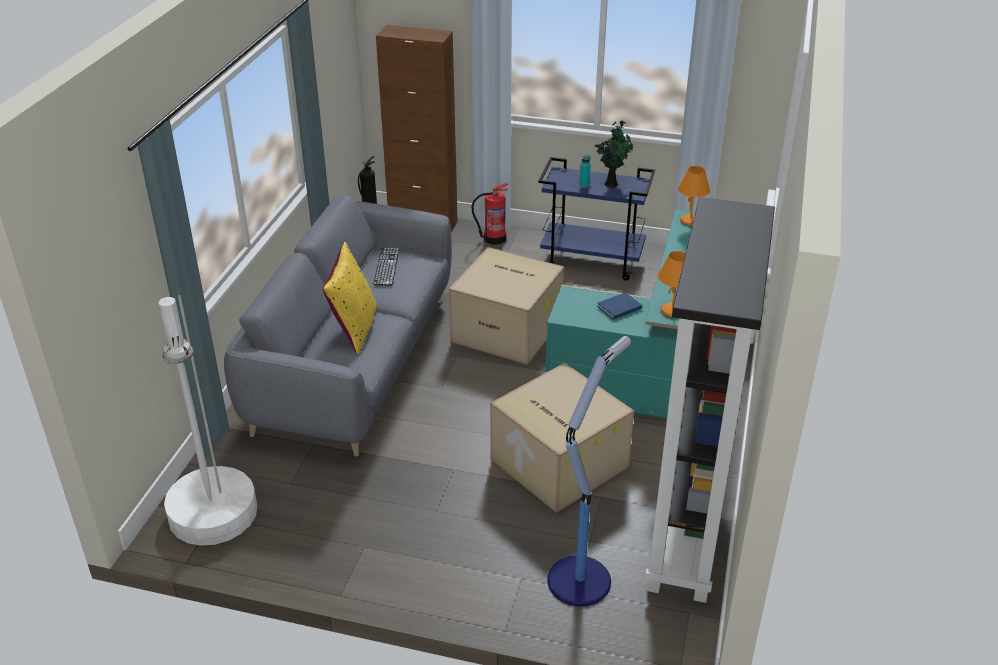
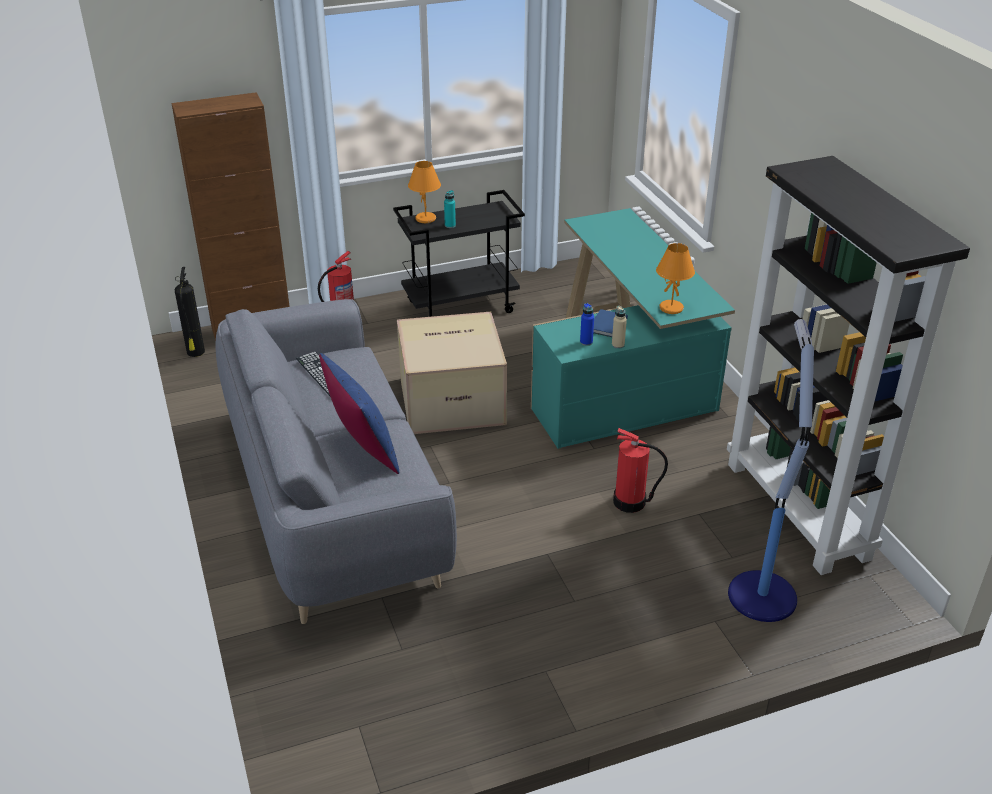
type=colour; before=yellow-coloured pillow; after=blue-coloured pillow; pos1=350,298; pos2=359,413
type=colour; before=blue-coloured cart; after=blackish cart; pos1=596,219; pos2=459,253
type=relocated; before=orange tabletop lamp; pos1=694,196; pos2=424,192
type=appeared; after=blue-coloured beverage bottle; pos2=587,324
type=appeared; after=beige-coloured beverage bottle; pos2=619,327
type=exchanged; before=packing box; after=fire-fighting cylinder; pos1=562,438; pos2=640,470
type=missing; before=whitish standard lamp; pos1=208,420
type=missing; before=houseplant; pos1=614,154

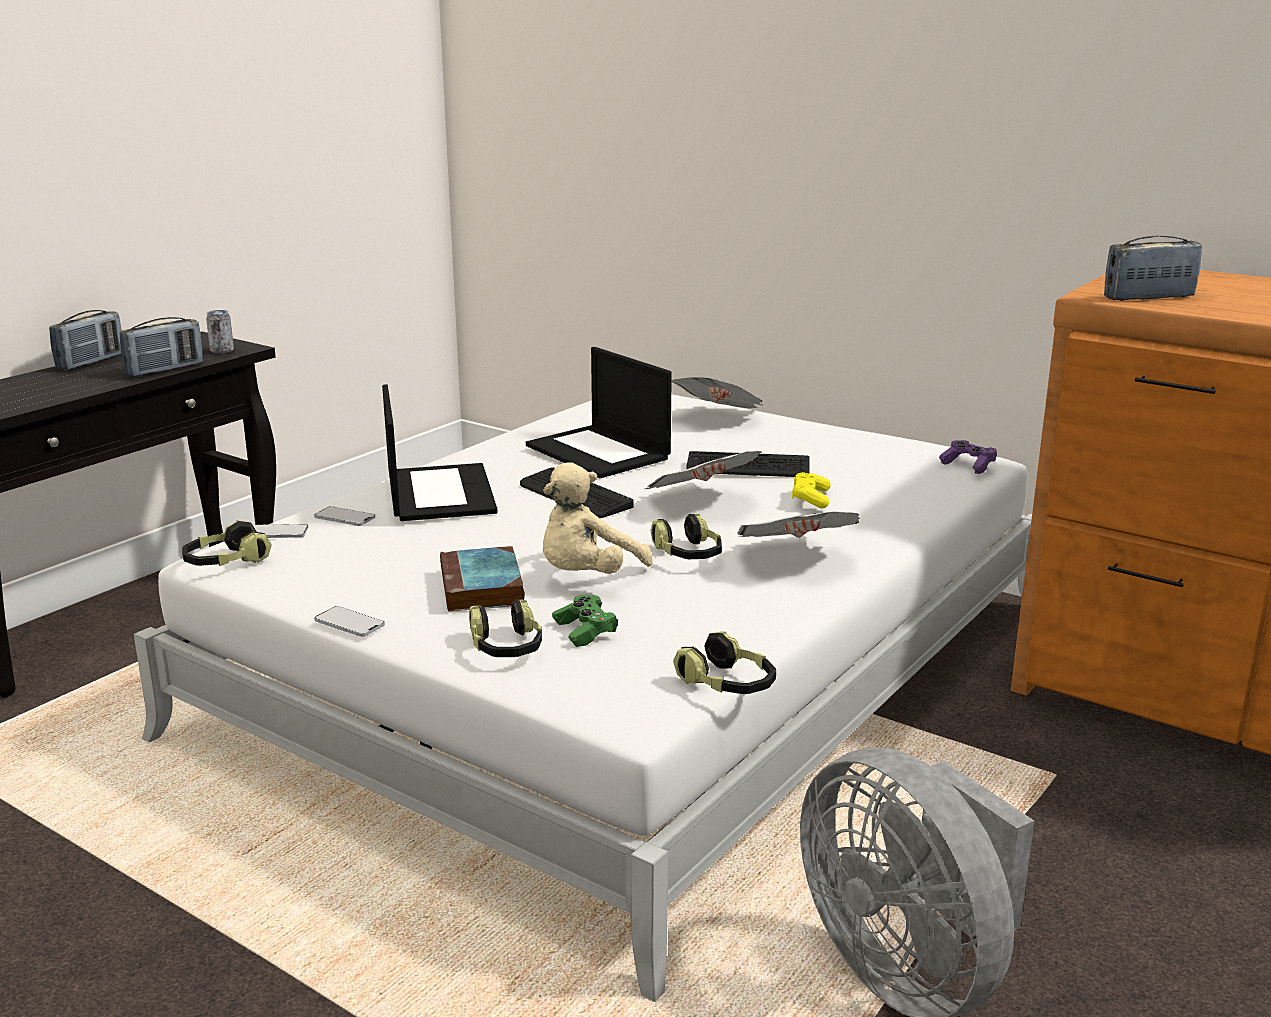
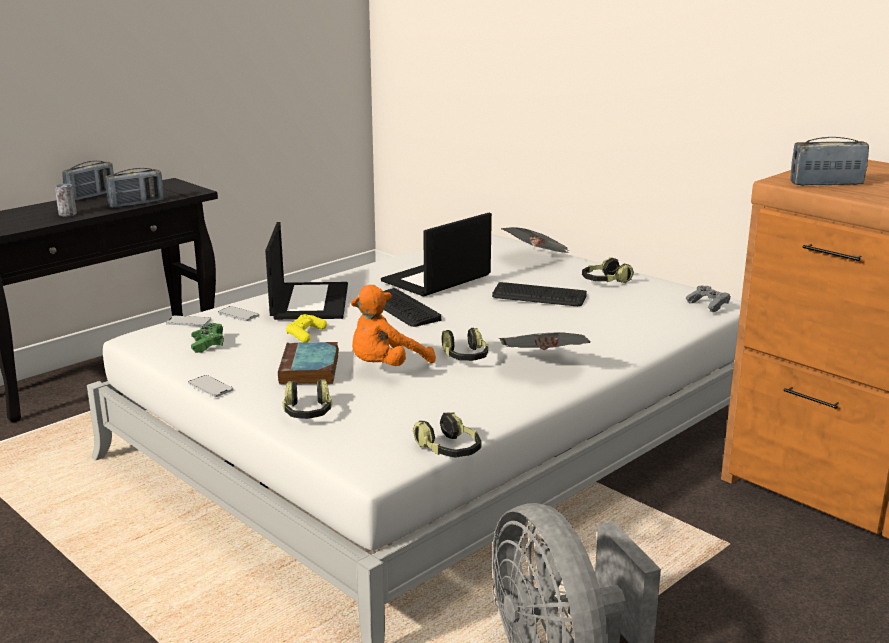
type=relocated; before=metal can; pos1=220,332; pos2=66,200
type=relocated; before=green-coloured joypad; pos1=585,621; pos2=207,338
type=relocated; before=yellow-coloured joypad; pos1=811,490; pos2=306,328
type=colour; before=beige-coloured cuddly toy; after=orange cuddly toy; pos1=598,518; pos2=393,325
type=spun; before=portable computer; pos1=599,412; pos2=436,255; turn=75
type=relocated; before=pair of headphones; pos1=227,543; pos2=608,270
type=colour; before=purplish joypad; after=grey joypad; pos1=968,457; pos2=708,299
type=missing; before=newspaper; pos1=703,470

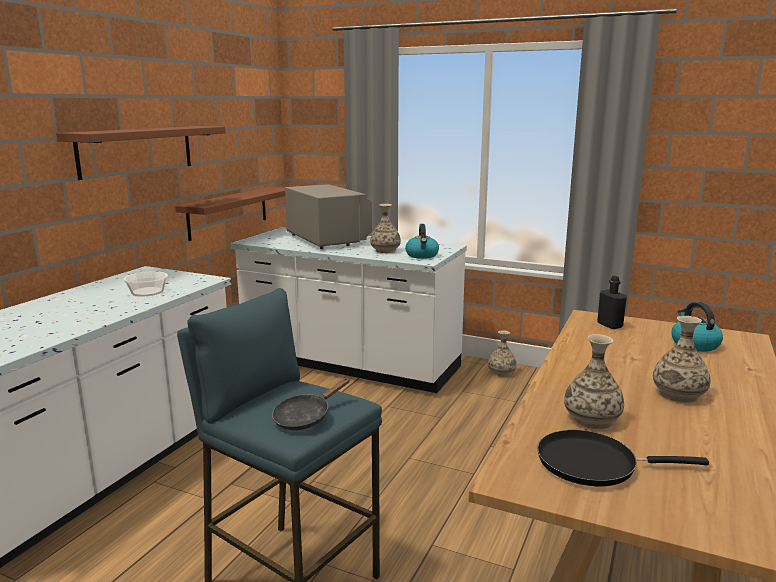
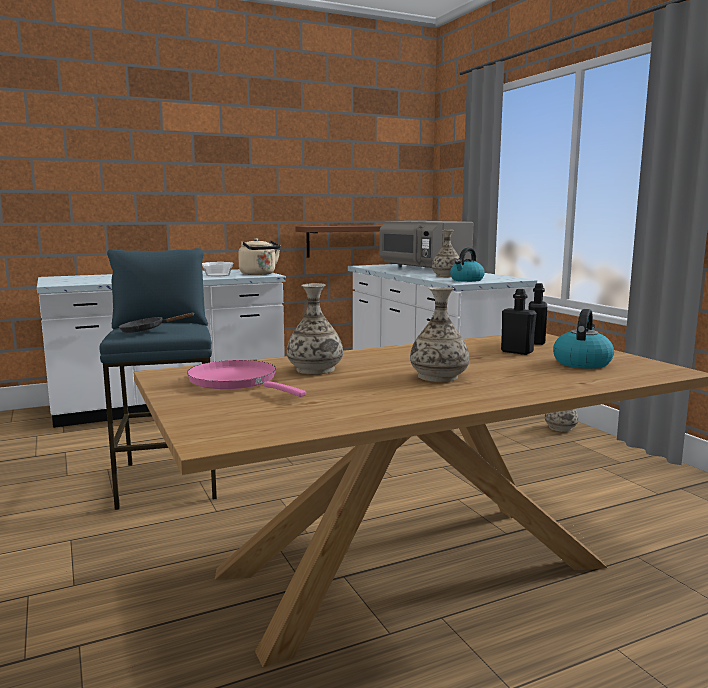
type=colour; before=blackish pan; after=pink pan; pos1=623,458; pos2=246,378
type=appeared; after=beige-coloured tea kettle; pos2=259,256
type=spun; before=grey microwave; pos1=328,216; pos2=426,244; turn=135
type=appeared; after=blackish beverage bottle; pos2=519,322
type=missing; before=brownish shelf; pos1=140,153

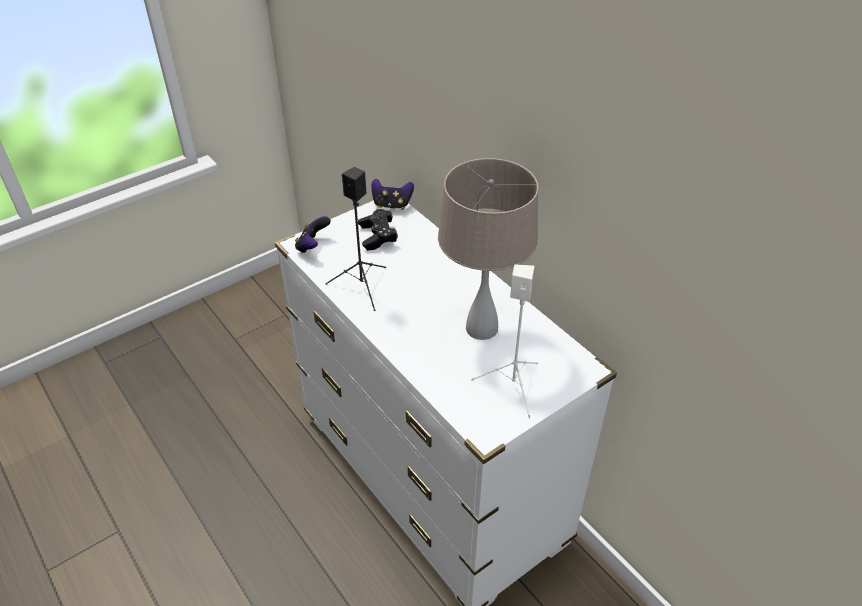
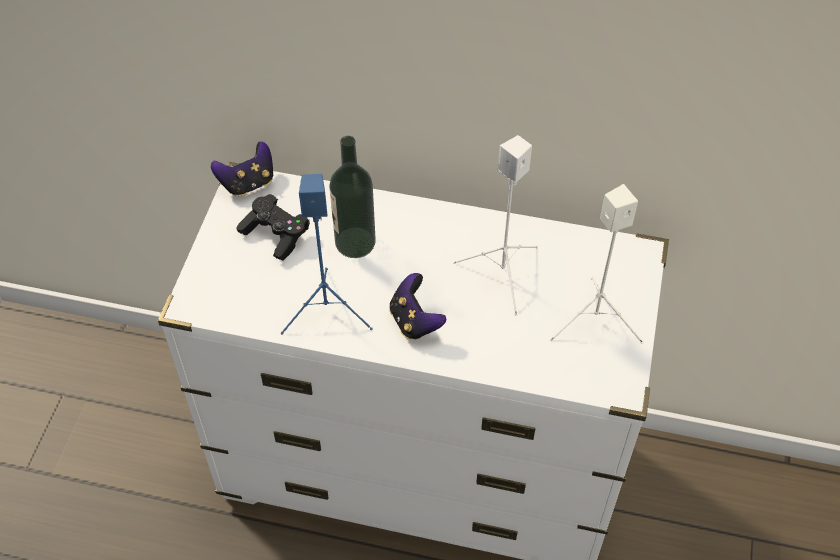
type=colour; before=blackish speaker; after=blue-coloured speaker; pos1=355,239; pos2=327,254
type=appeared; after=beverage bottle; pos2=352,197
type=relocated; before=joypad; pos1=313,234; pos2=417,306
type=exchanged; before=beige-coloured tabletop lamp; after=whitish speaker; pos1=488,249; pos2=495,225

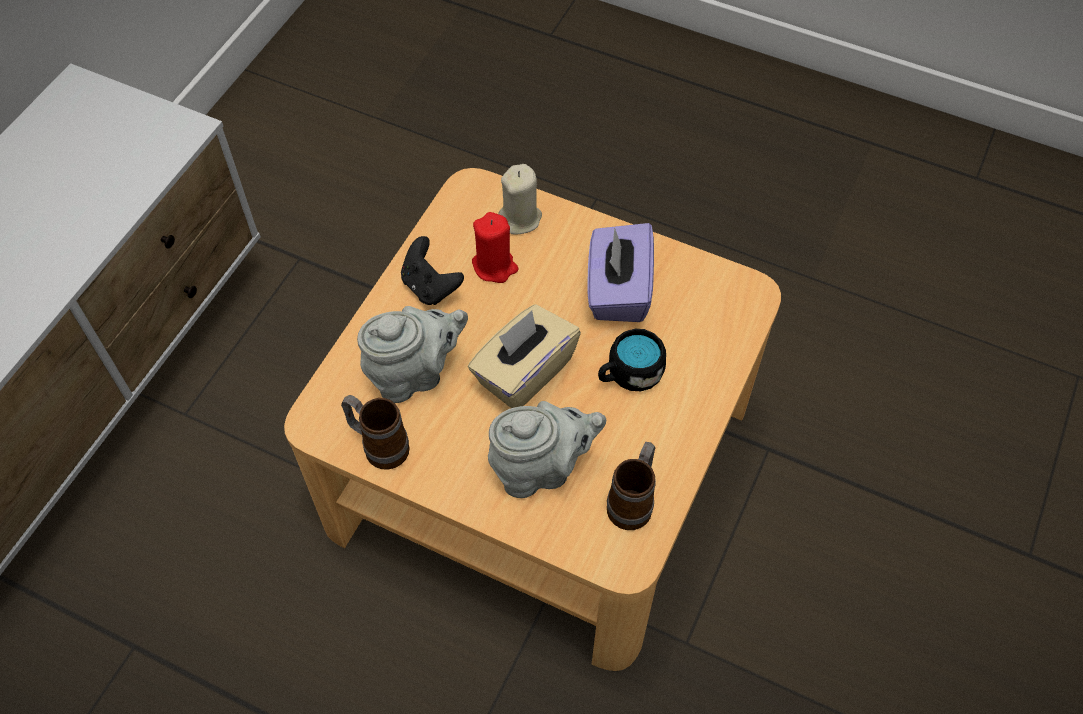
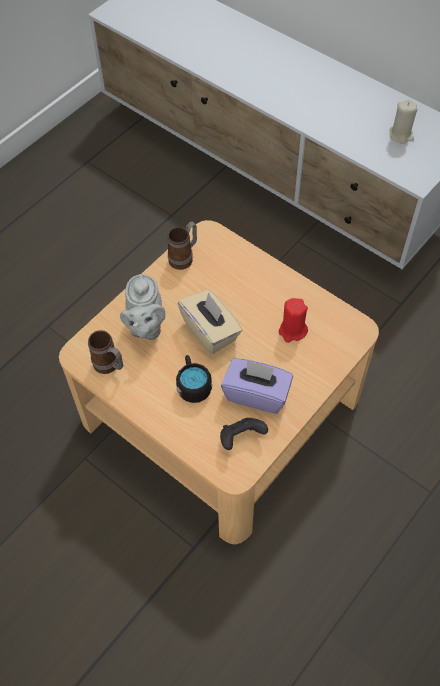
type=relocated; before=blackish joypad; pos1=432,270; pos2=244,434
type=relocated; before=beige-coloured candle; pos1=520,199; pos2=403,122
type=missing; before=grey tea pot; pos1=412,354

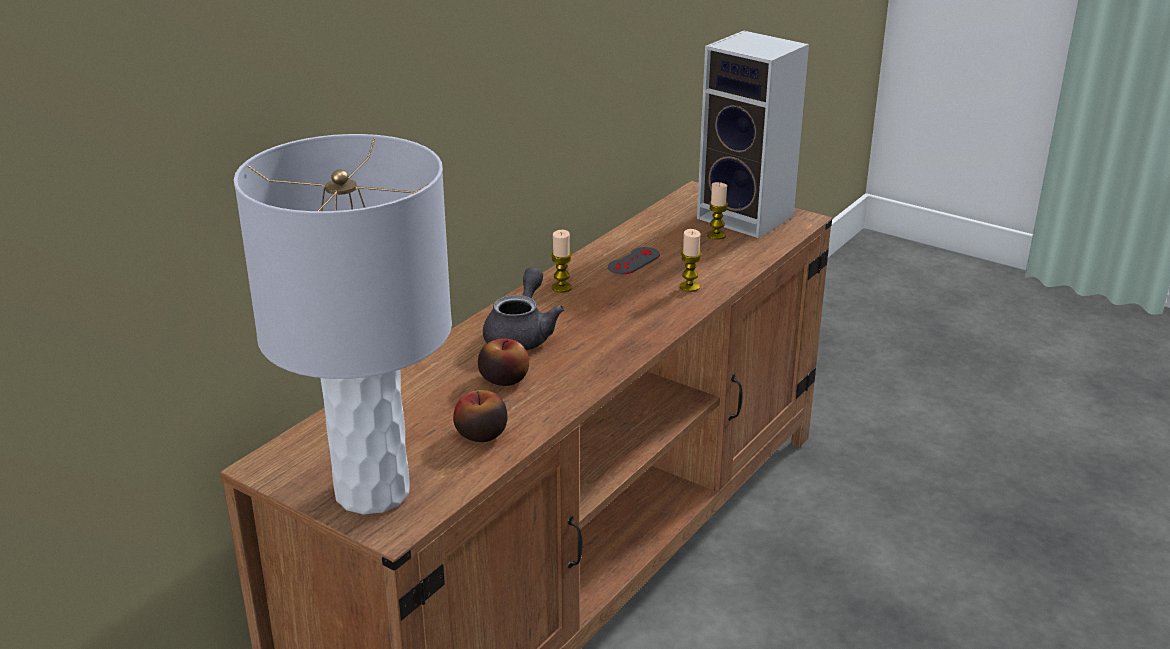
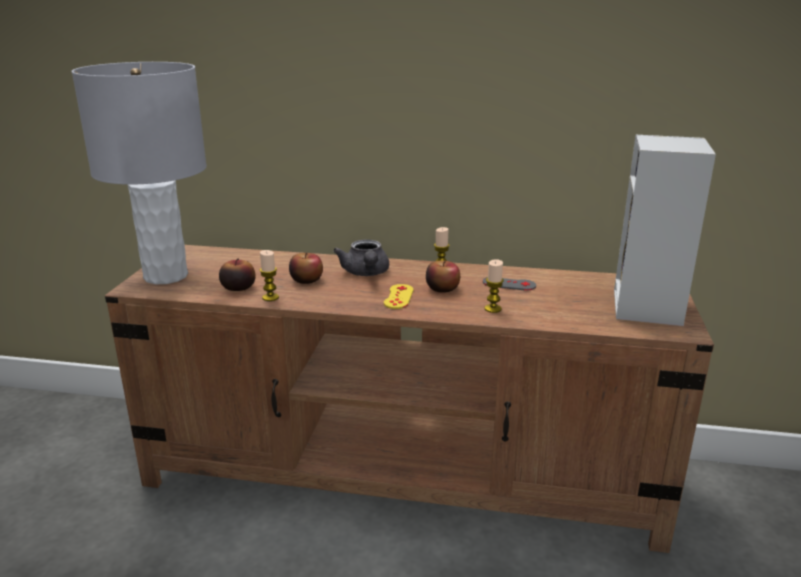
type=relocated; before=candle; pos1=717,211; pos2=269,275
type=spun; before=grey tea pot; pos1=523,309; pos2=361,257; turn=90
type=appeared; after=yellow-coloured joypad; pos2=399,296
type=appeared; after=apple; pos2=443,277

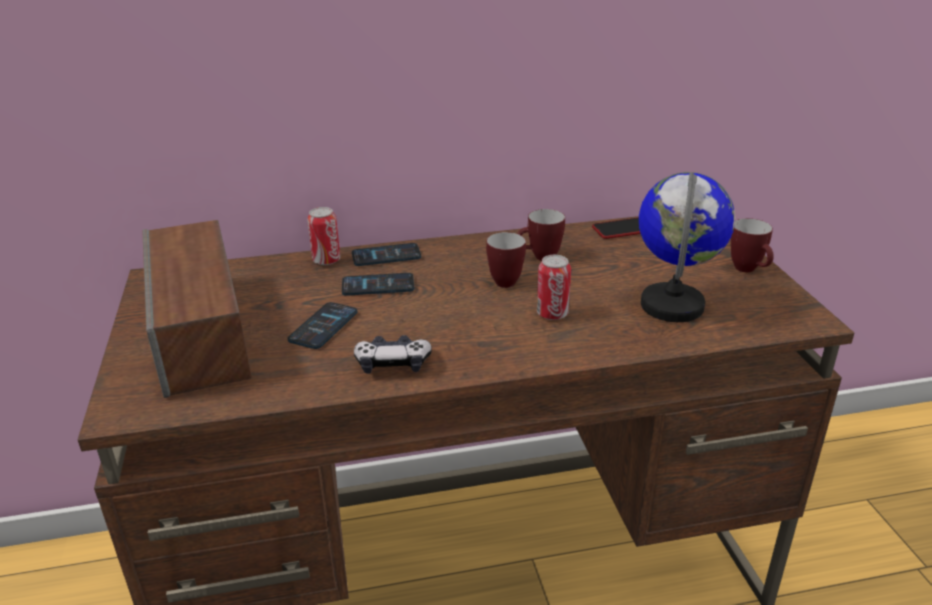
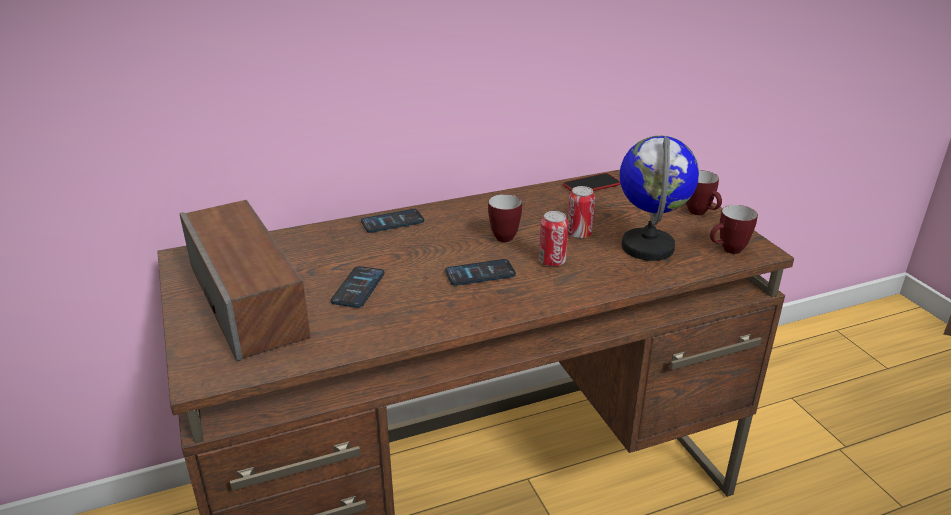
type=relocated; before=telephone; pos1=378,284; pos2=480,272
type=relocated; before=metal can; pos1=323,236; pos2=581,212
type=relocated; before=coffee mug; pos1=541,235; pos2=734,229
type=missing; before=joypad; pos1=393,354

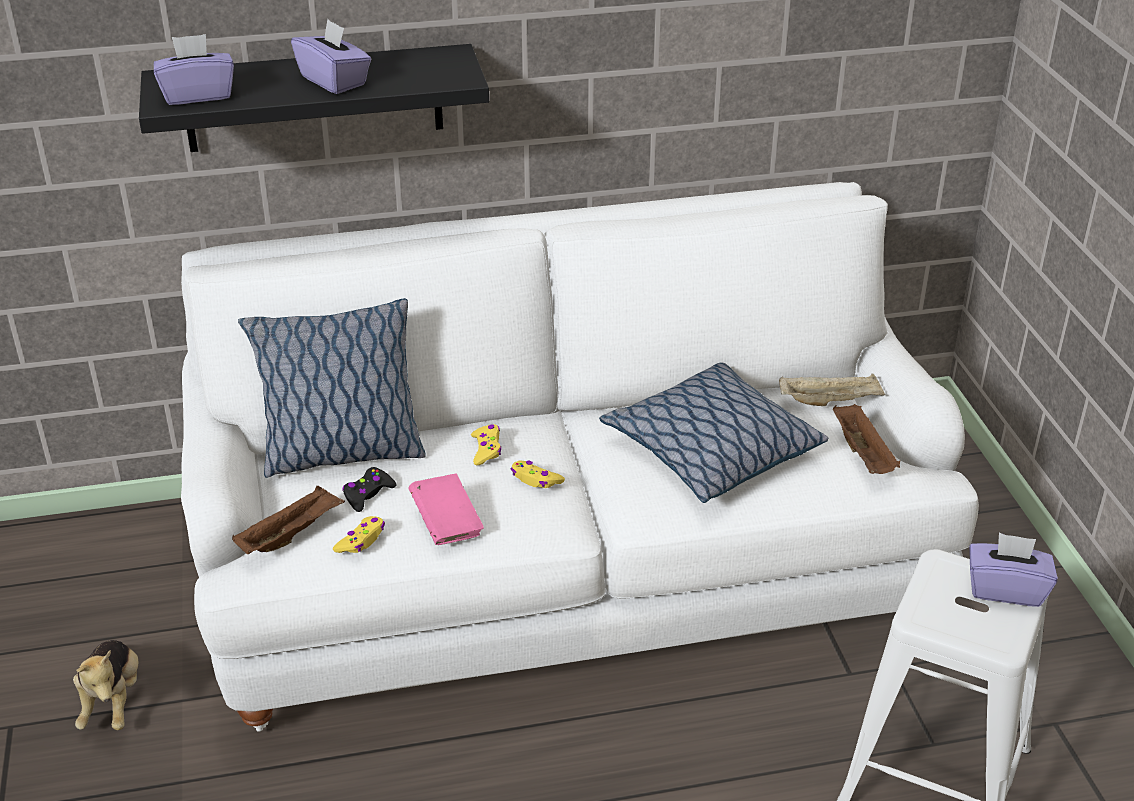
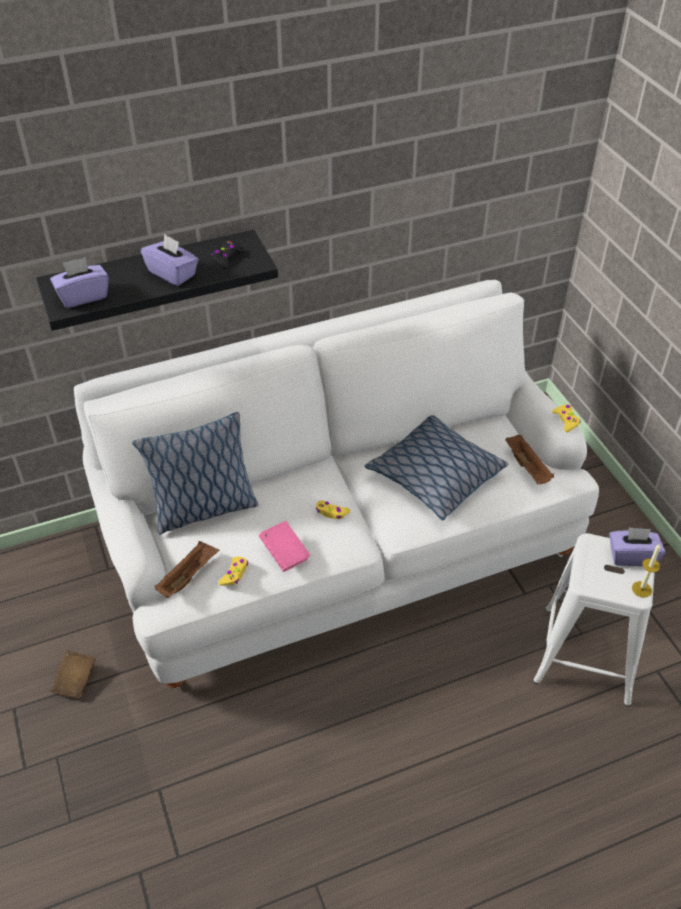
type=exchanged; before=cuddly toy; after=brownish volume; pos1=105,685; pos2=73,674
type=relocated; before=blackish joypad; pos1=369,489; pos2=227,254
type=relocated; before=yellow-coloured joypad; pos1=486,444; pos2=566,418
type=appeared; after=candle; pos2=646,570
type=missing; before=beige-coloured tray; pos1=832,389

